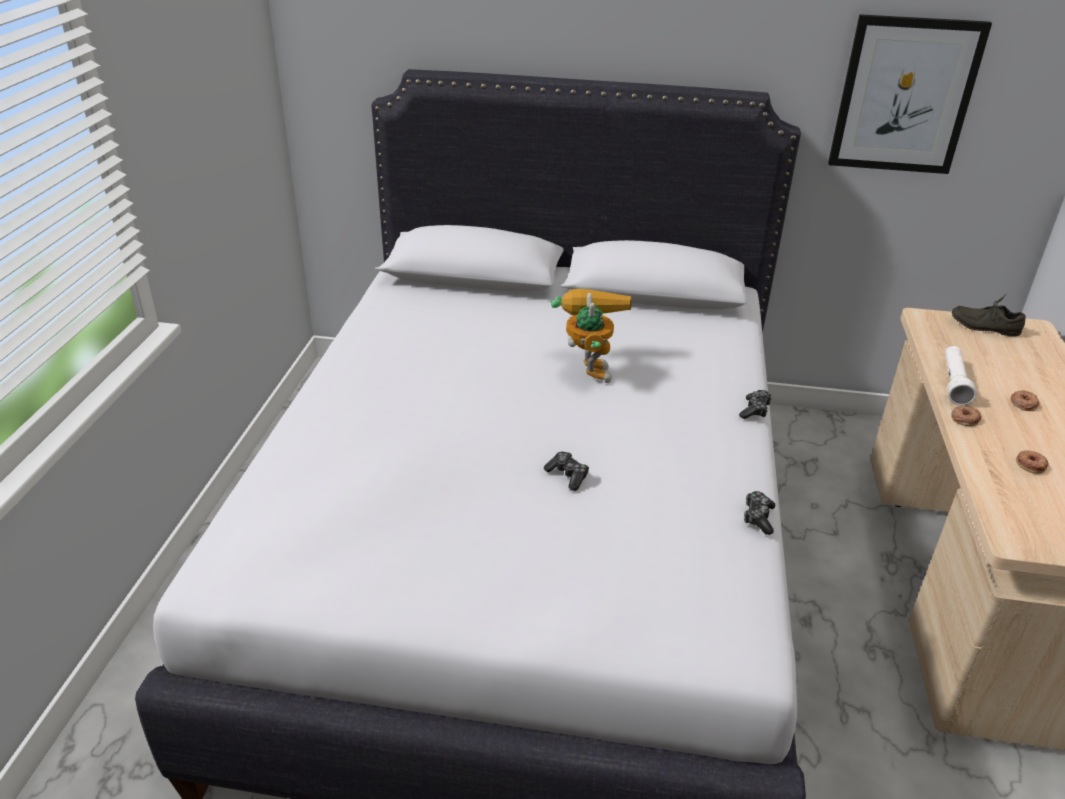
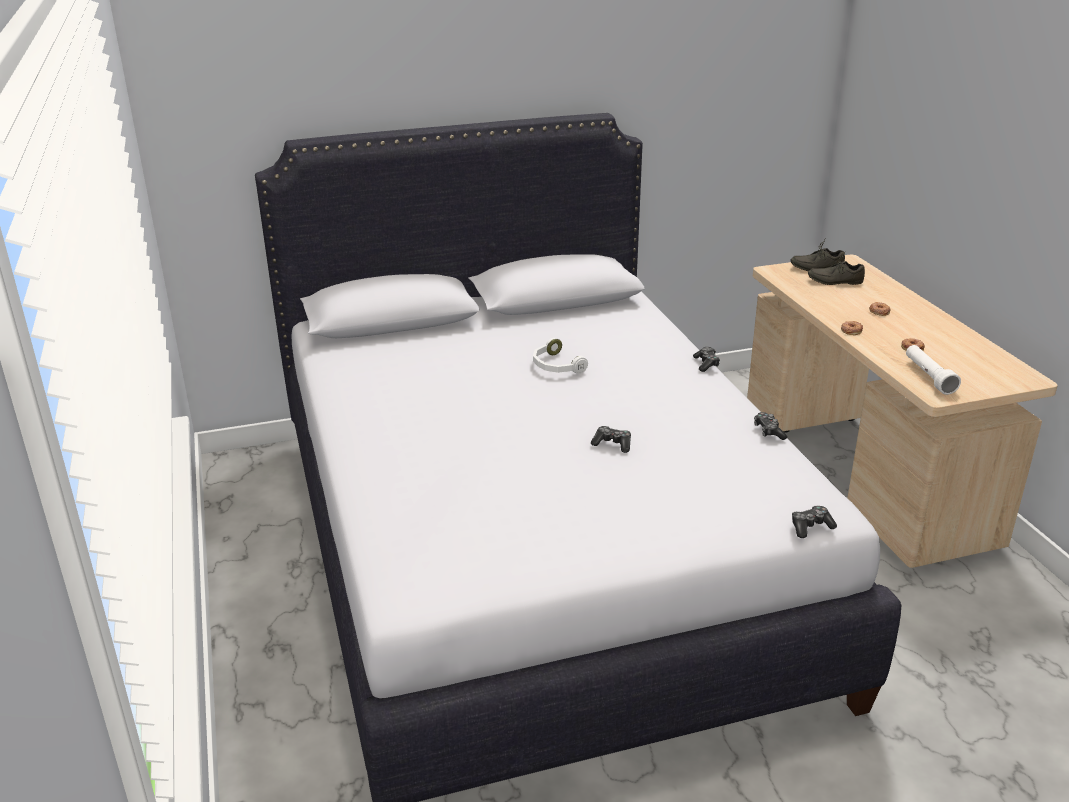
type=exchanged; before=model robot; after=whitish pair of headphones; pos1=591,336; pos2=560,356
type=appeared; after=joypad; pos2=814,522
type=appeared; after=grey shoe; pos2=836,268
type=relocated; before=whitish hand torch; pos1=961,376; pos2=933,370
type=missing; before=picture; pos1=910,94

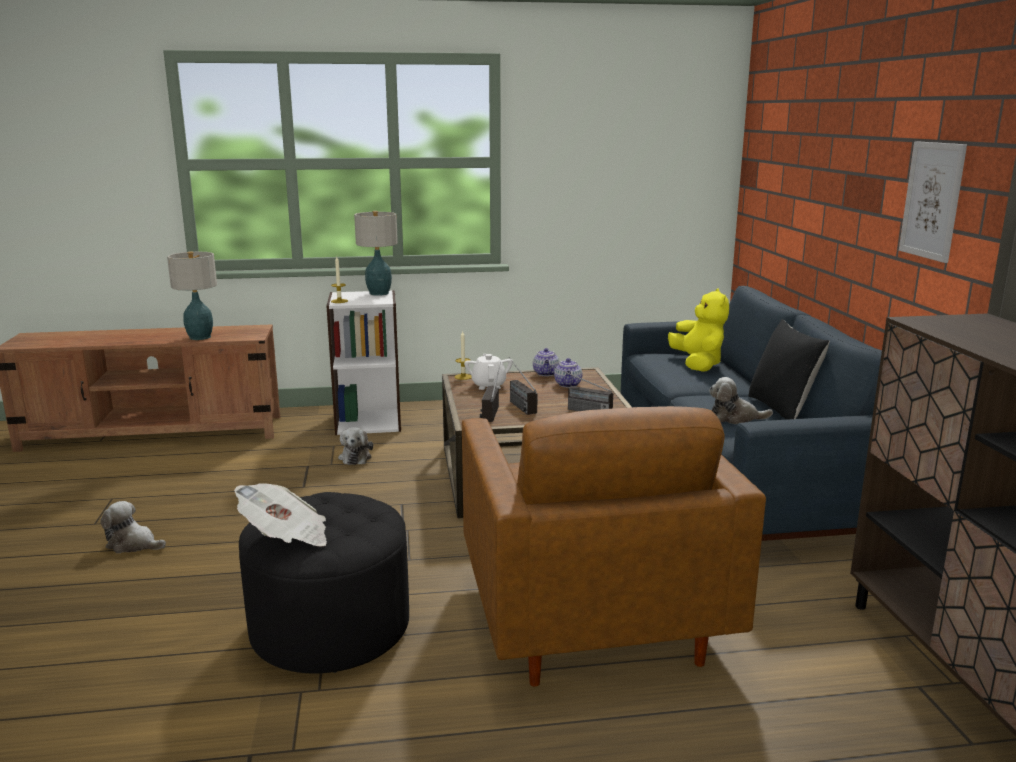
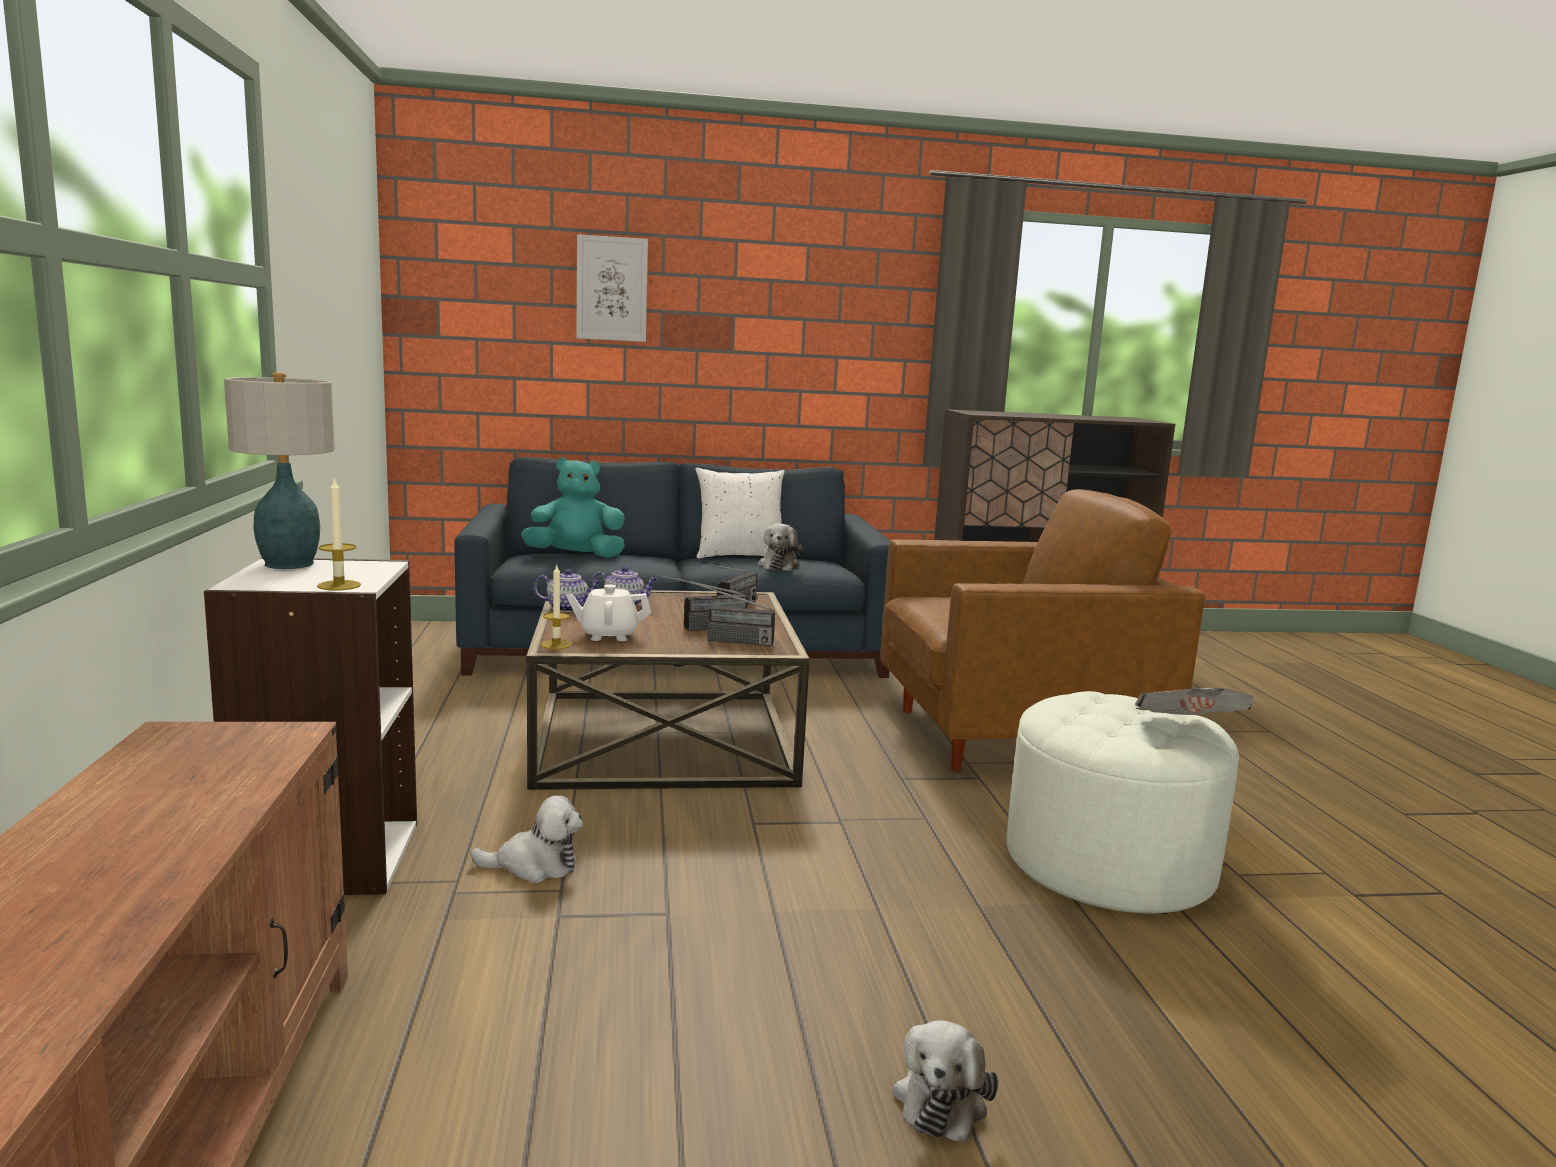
type=colour; before=yellow-coloured cuddly toy; after=turquoise cuddly toy; pos1=698,330; pos2=573,507
type=relocated; before=picture; pos1=933,202; pos2=612,288
type=colour; before=blackish pillow; after=whitish pillow; pos1=789,369; pos2=740,513
type=colour; before=blackish ottoman; after=whitish ottoman; pos1=324,582; pos2=1123,802
type=missing; before=tabletop lamp; pos1=192,295

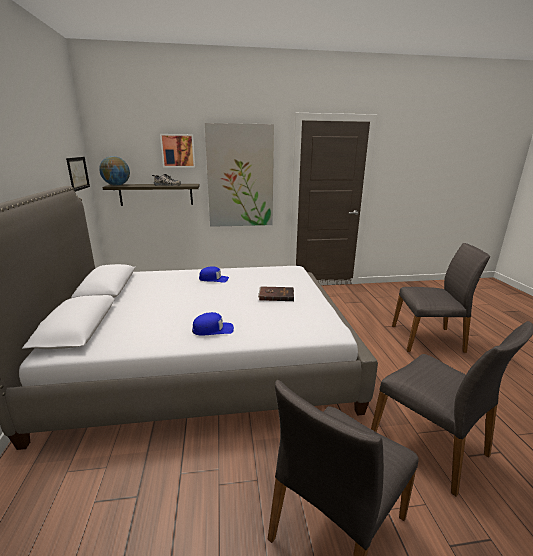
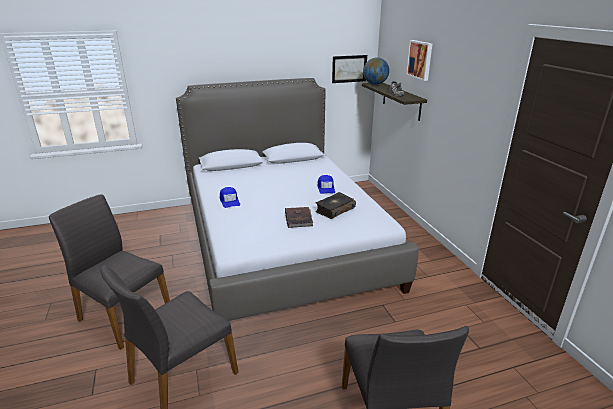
type=appeared; after=volume; pos2=335,205
type=missing; before=picture; pos1=239,175

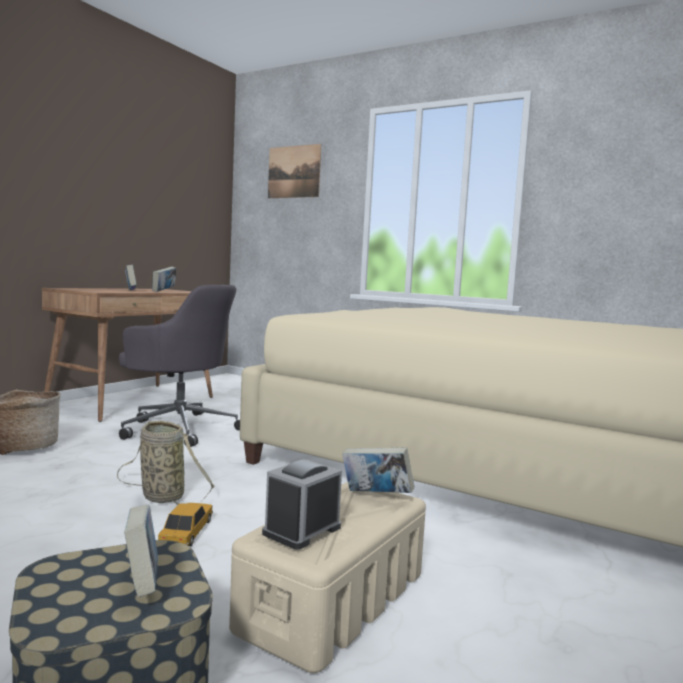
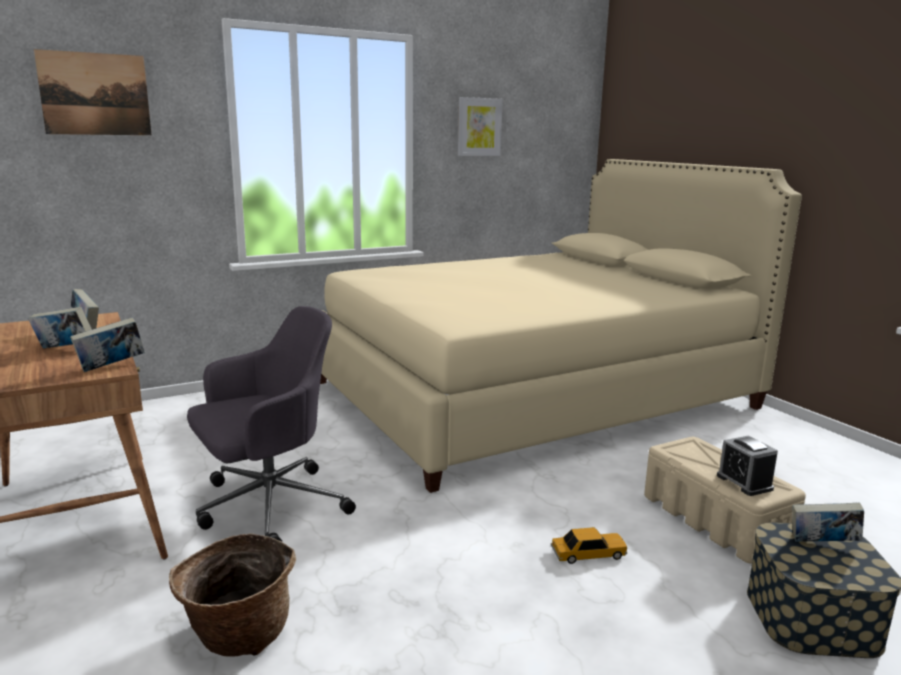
type=relocated; before=volume; pos1=378,470; pos2=107,345
type=appeared; after=picture; pos2=480,126
type=spun; before=model car; pos1=185,524; pos2=589,545; turn=135
type=missing; before=storage basket; pos1=166,463

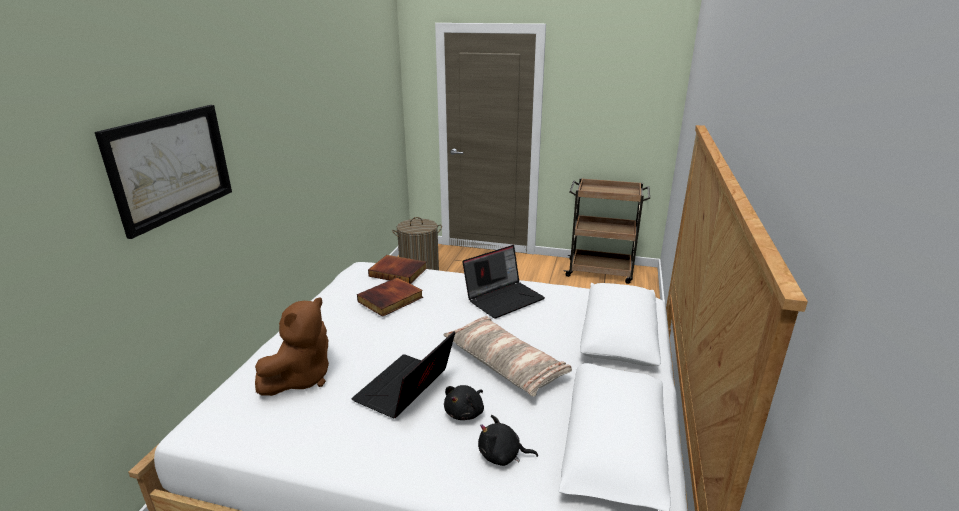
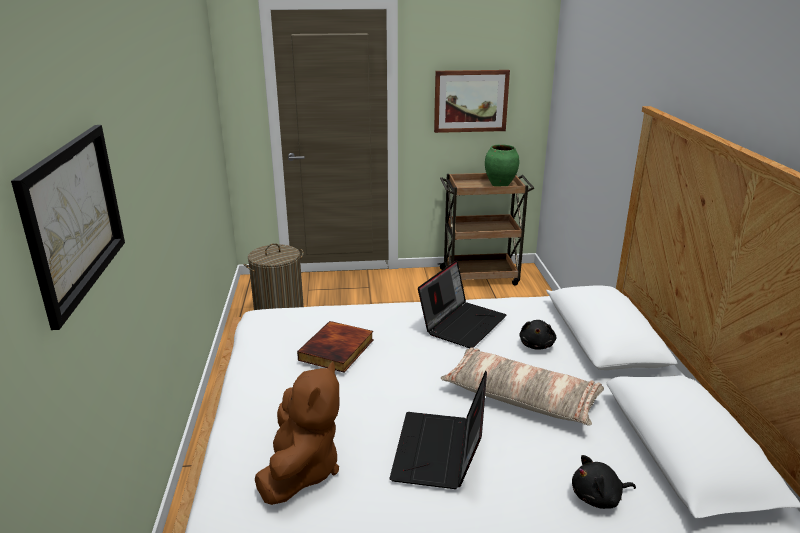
type=appeared; after=picture; pos2=472,101
type=appeared; after=green-coloured vase; pos2=502,165
type=relocated; before=blackish cuddly toy; pos1=464,402; pos2=537,335
type=missing; before=volume; pos1=397,269

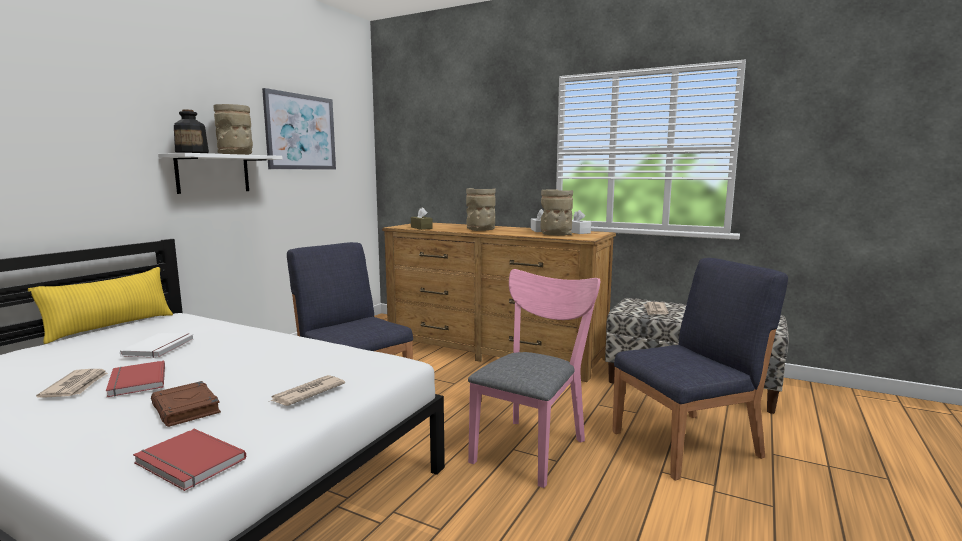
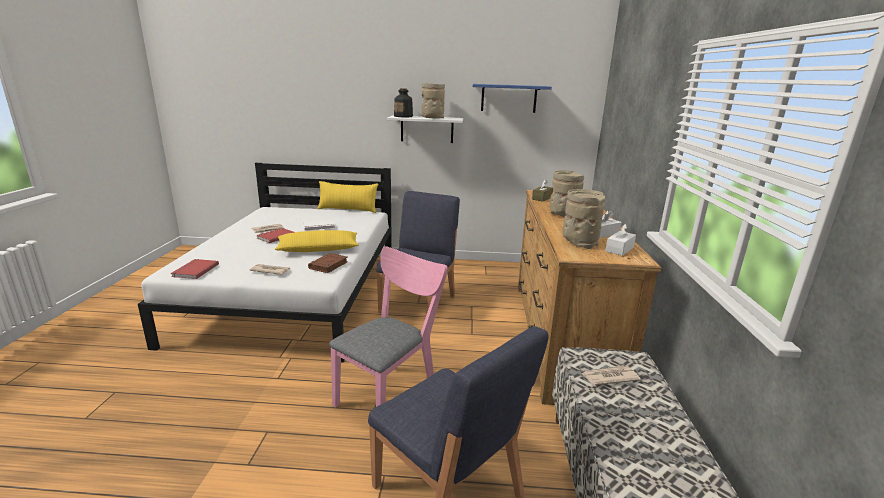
type=appeared; after=yellow-coloured pillow; pos2=317,241
type=relocated; before=brownish volume; pos1=186,404; pos2=328,263
type=spun; before=pink plain chair; pos1=534,378; pos2=388,326; turn=-60
type=exchanged; before=picture; after=blue-coloured shelf; pos1=299,129; pos2=512,98

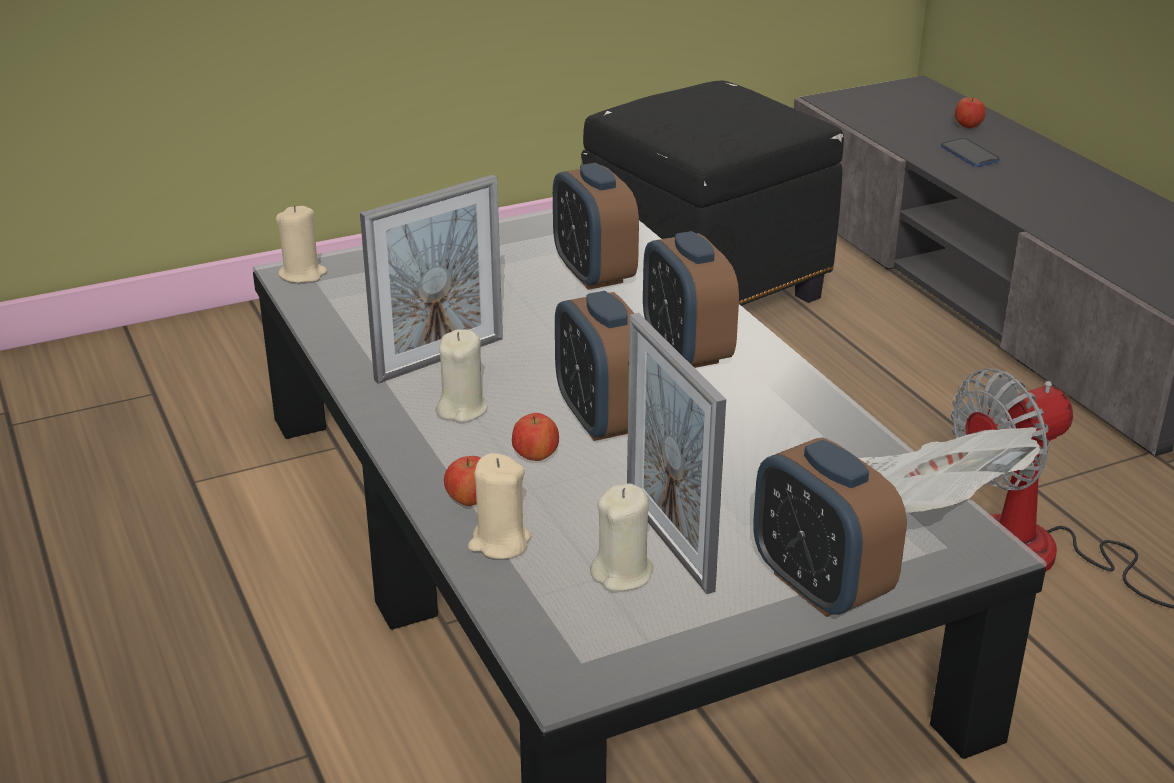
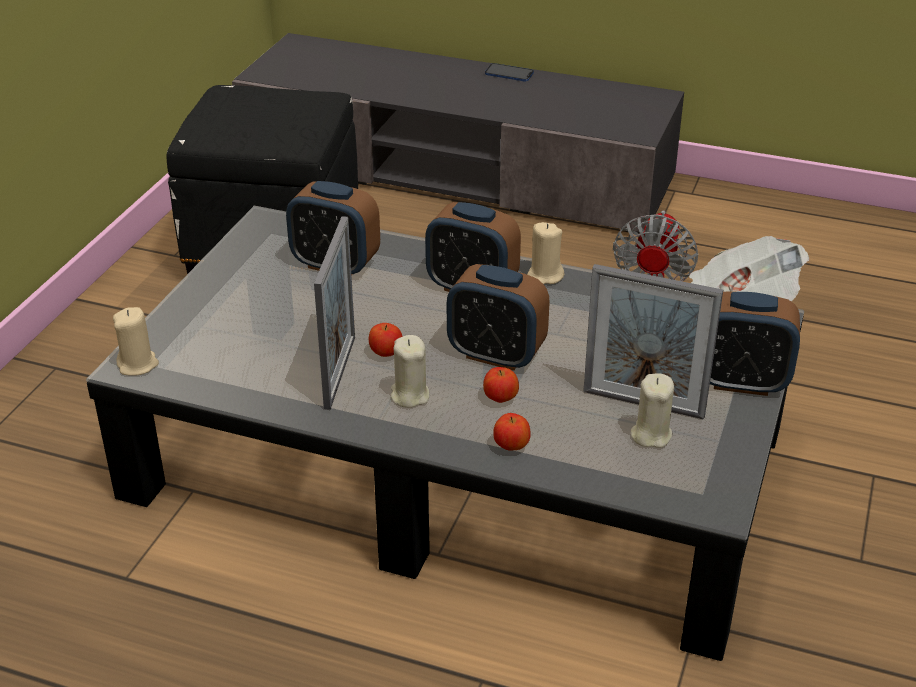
type=relocated; before=apple; pos1=970,113; pos2=386,340
type=relocated; before=telephone; pos1=970,152; pos2=509,72
type=relocated; before=beige-coloured candle; pos1=499,506; pos2=545,253

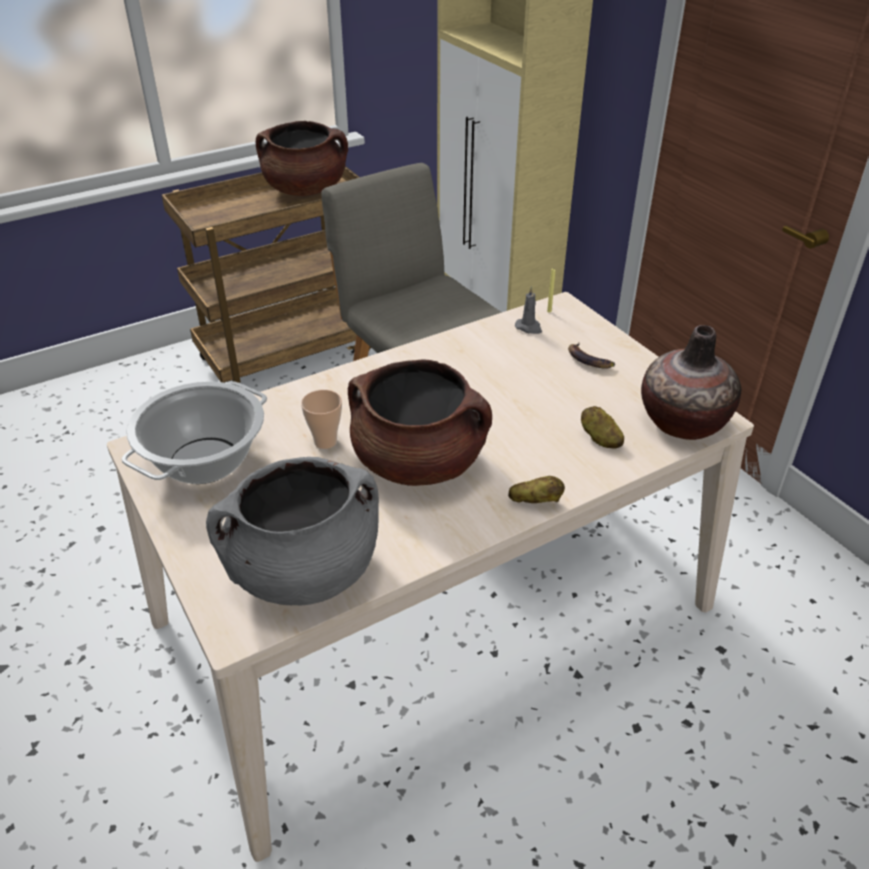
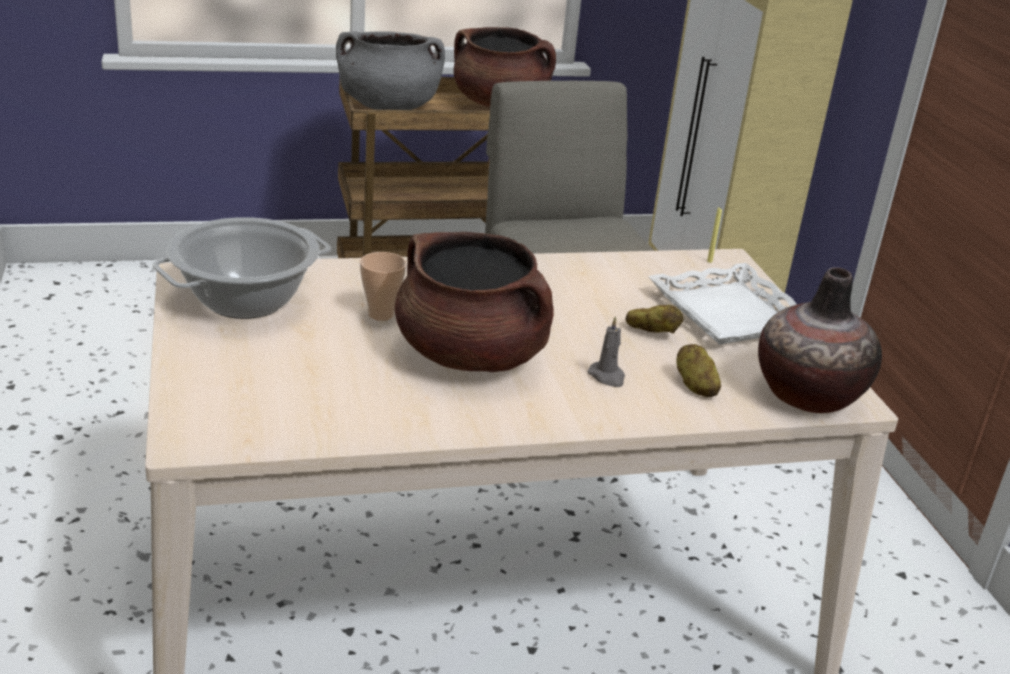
type=relocated; before=grey cooking pot; pos1=292,531; pos2=390,70
type=relocated; before=grey candle; pos1=528,310; pos2=606,351
type=relocated; before=potato; pos1=536,489; pos2=655,319
type=exchanged; before=banana; after=whitish tray; pos1=591,356; pos2=722,304

